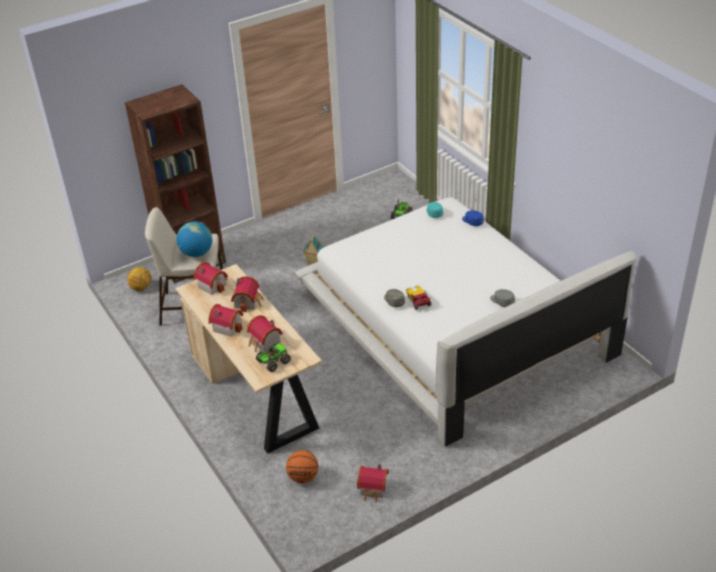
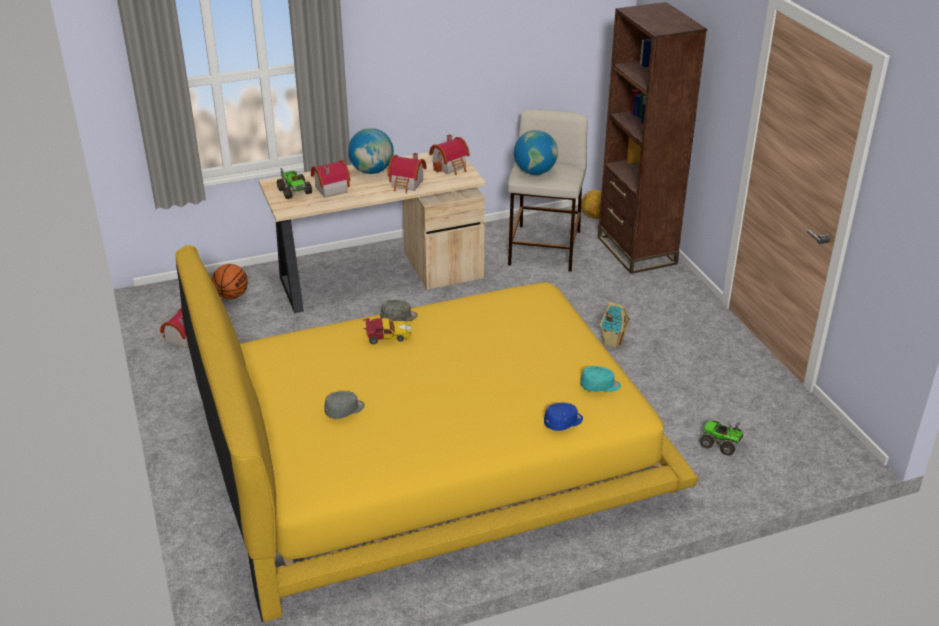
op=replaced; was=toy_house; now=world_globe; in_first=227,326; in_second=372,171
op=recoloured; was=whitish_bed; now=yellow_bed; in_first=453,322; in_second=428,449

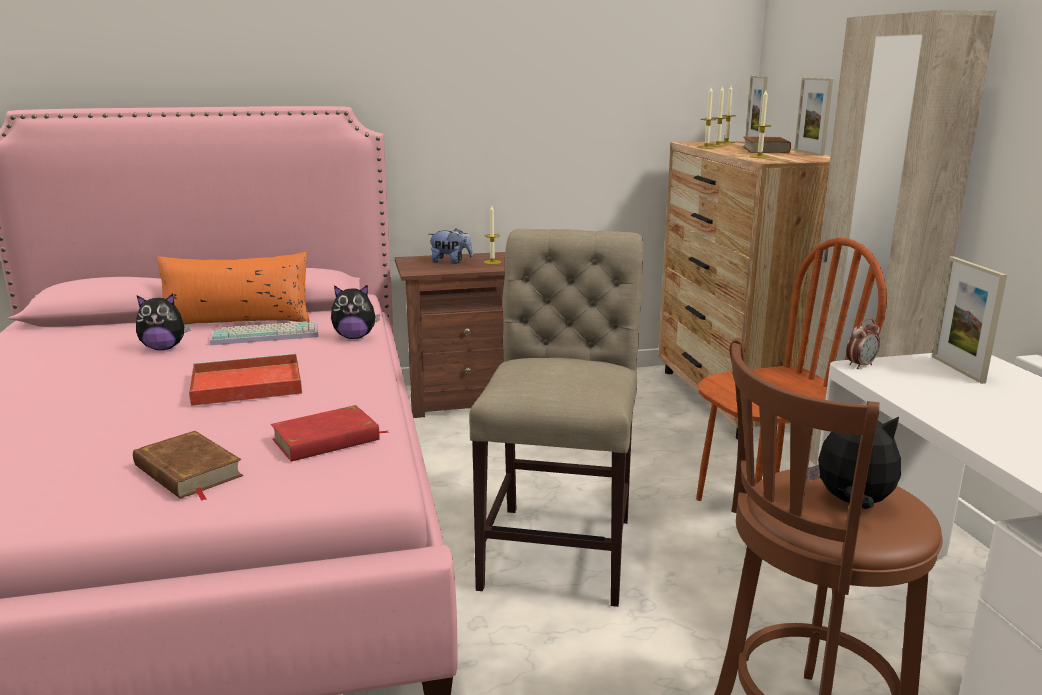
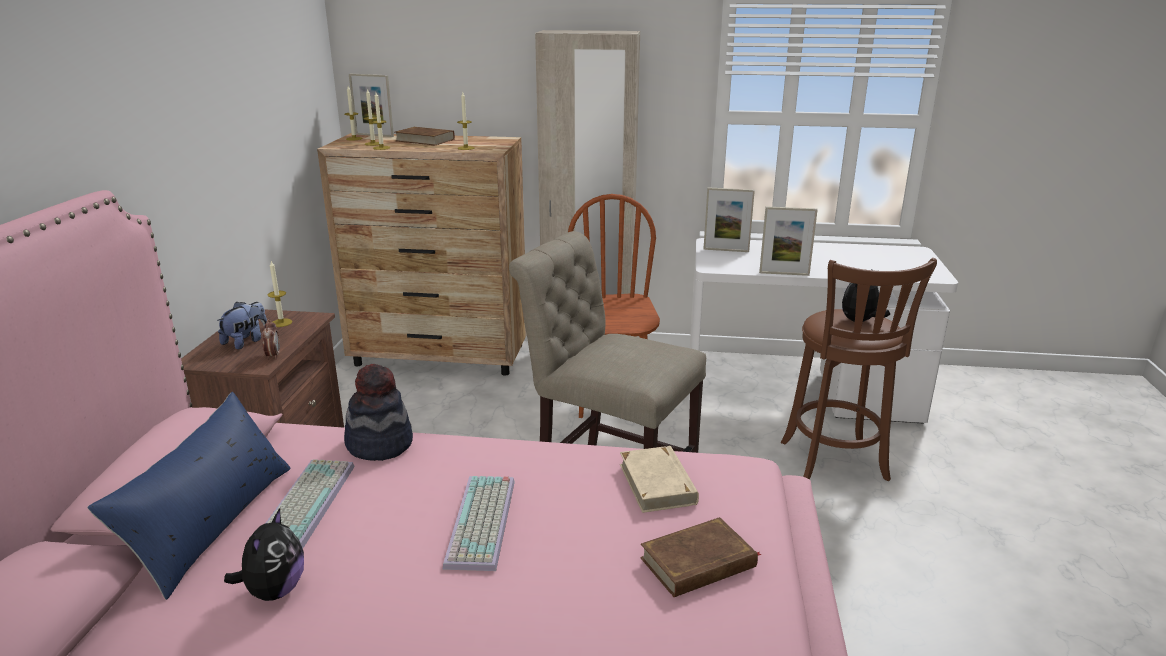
op=recoloured; was=orangey_pillow; now=blue-coloured_pillow; in_first=237,320; in_second=212,523
op=replaced; was=reddish_serving_tray; now=computer_keyboard; in_first=244,385; in_second=483,523
op=recoloured; was=reddish_bound_book; now=beige-coloured_bound_book; in_first=326,440; in_second=657,483
op=replaced; was=cuddly_toy; now=hat; in_first=355,337; in_second=379,444
op=moved; was=picture_frame; in_first=808,153; in_second=784,273
op=moved; was=table_clock; in_first=860,365; in_second=273,356

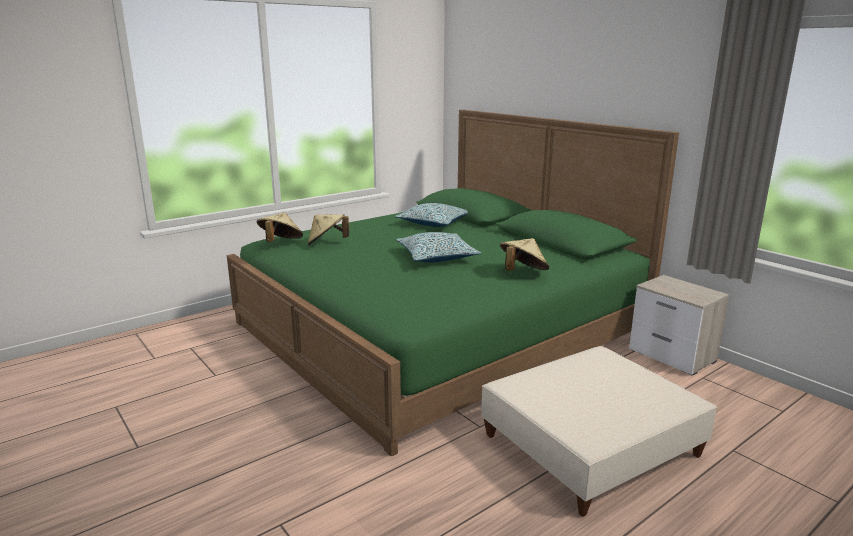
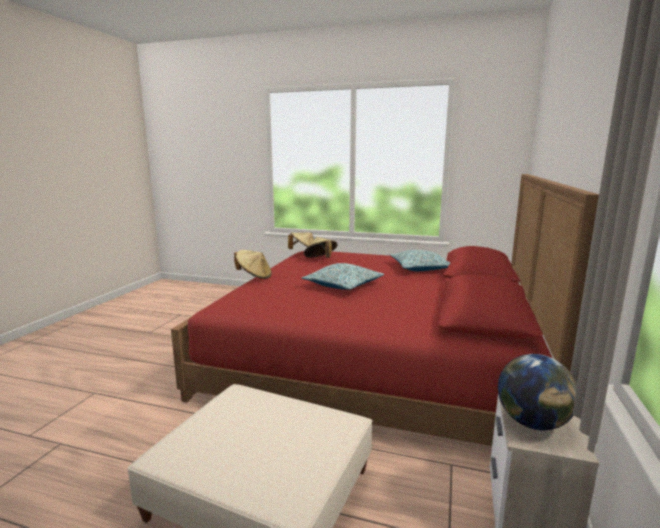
op=recoloured; was=greenish_bed; now=reddish_bed; in_first=438,328; in_second=376,356
op=moved; was=beige-coloured_hat; in_first=522,272; in_second=254,276
op=added; now=world_globe; in_second=532,423

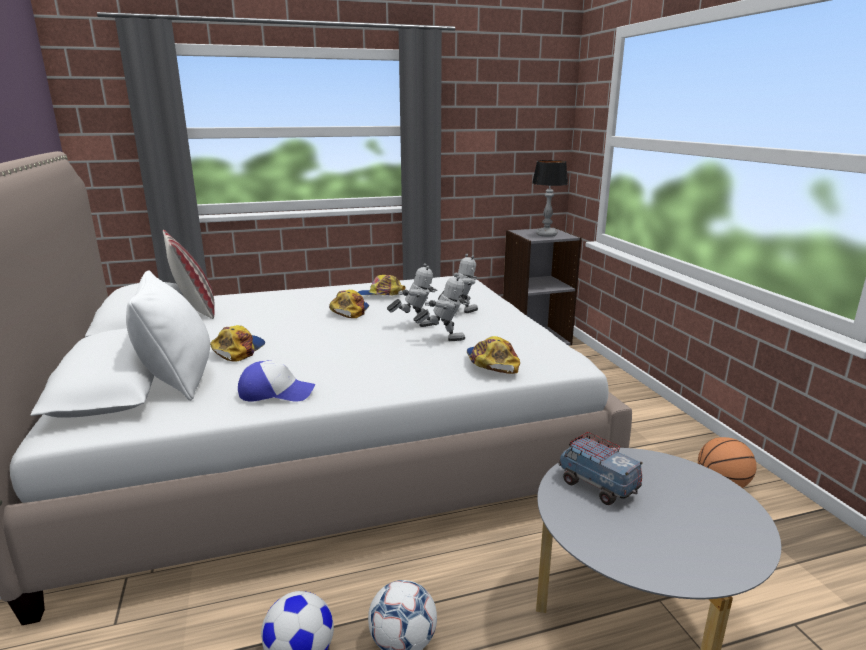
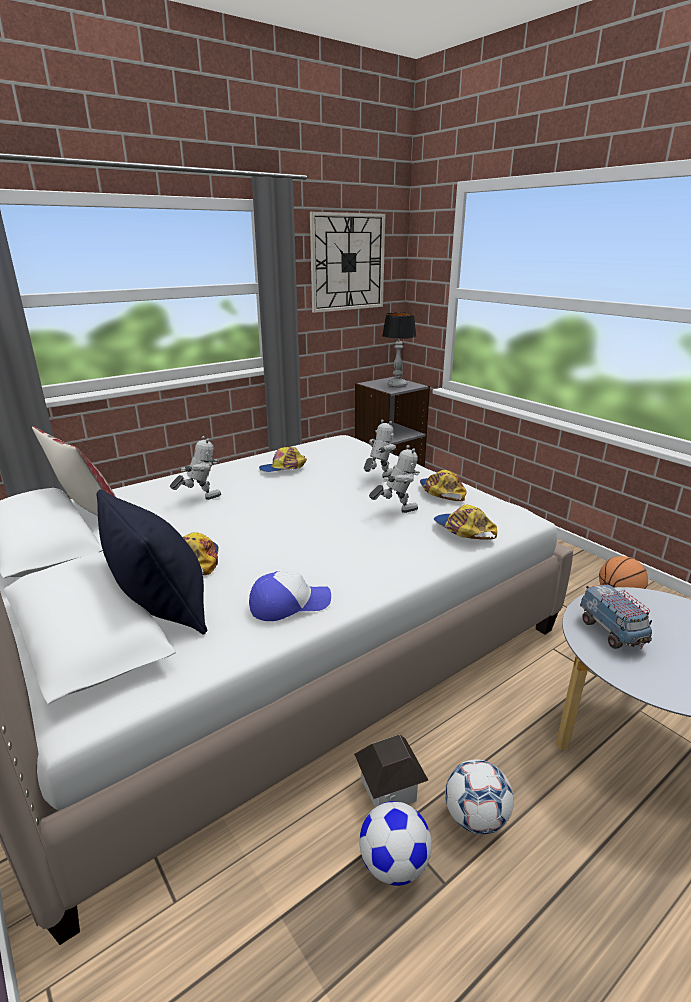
op=recoloured; was=whitish_pillow; now=blackish_pillow; in_first=178,379; in_second=162,609
op=moved; was=cap; in_first=349,310; in_second=441,492
op=moved; was=robot_figure; in_first=414,325; in_second=200,498
op=turned; was=toy_truck; in_first=597,486; in_second=611,632; clockwise=-135
op=added; now=wall_clock; in_second=347,262
op=added; now=toy_house; in_second=389,789

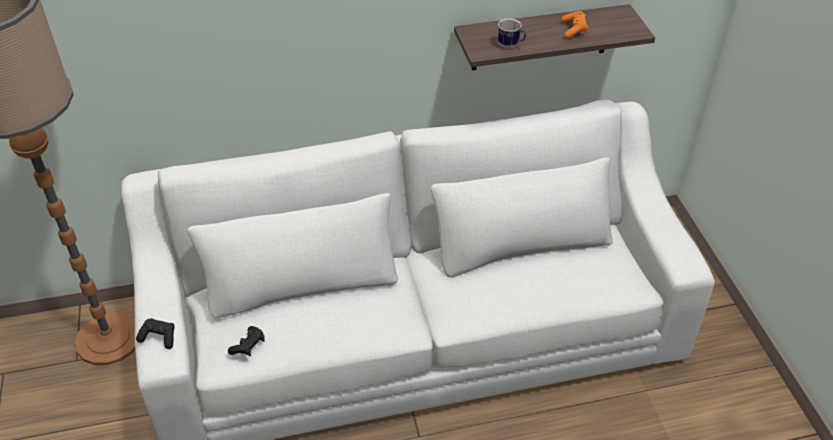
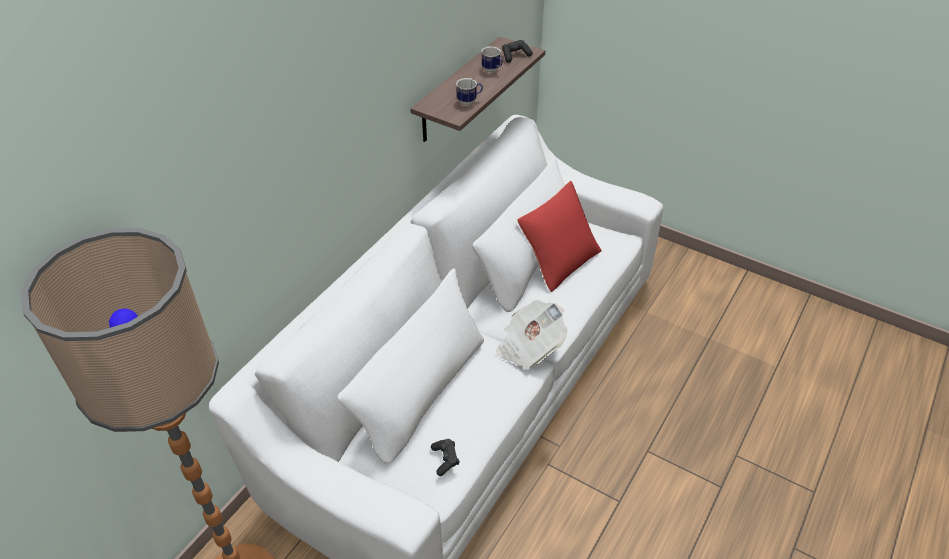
op=moved; was=blackish_joypad; in_first=159,337; in_second=515,56
op=replaced; was=orangey_joypad; now=mug; in_first=573,30; in_second=492,70
op=added; now=daily_paper; in_second=529,346
op=added; now=reddish_pillow; in_second=558,260

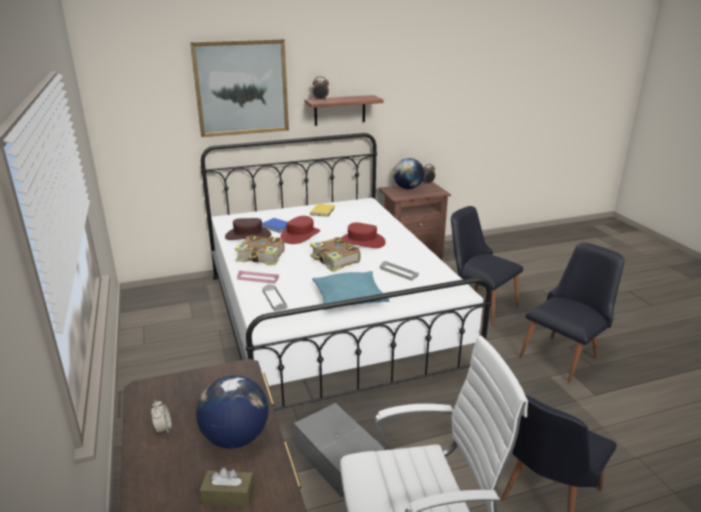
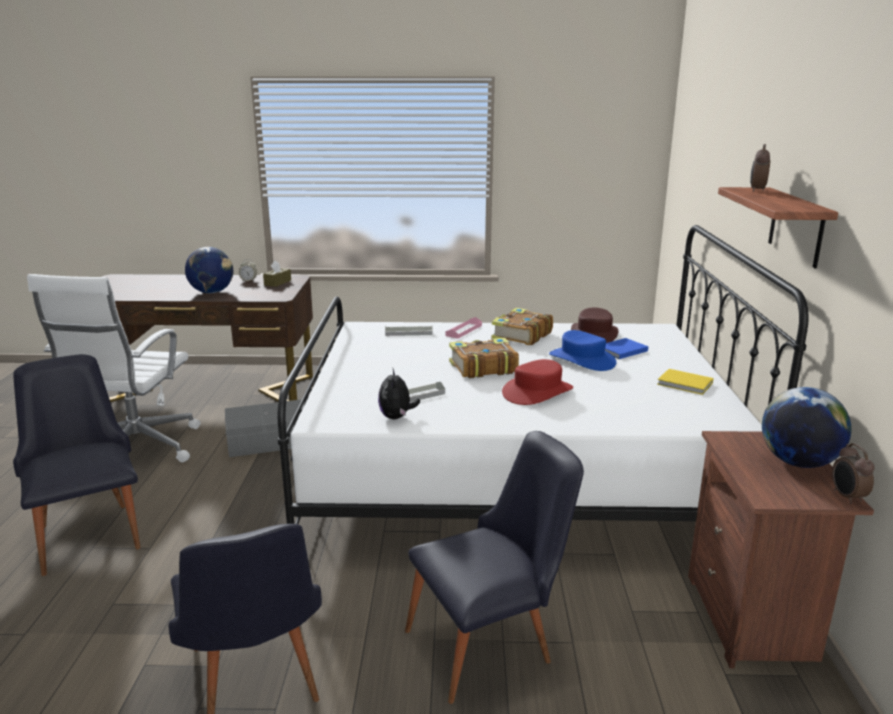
op=removed; was=wall_picture; in_first=241,88
op=moved; was=brown_tissue_box; in_first=228,496; in_second=277,282
op=recoloured; was=reddish_hat; now=blue-coloured_hat; in_first=300,235; in_second=582,359
op=removed; was=turquoise_pillow; in_first=349,298
op=added; now=cuddly_toy; in_second=397,417

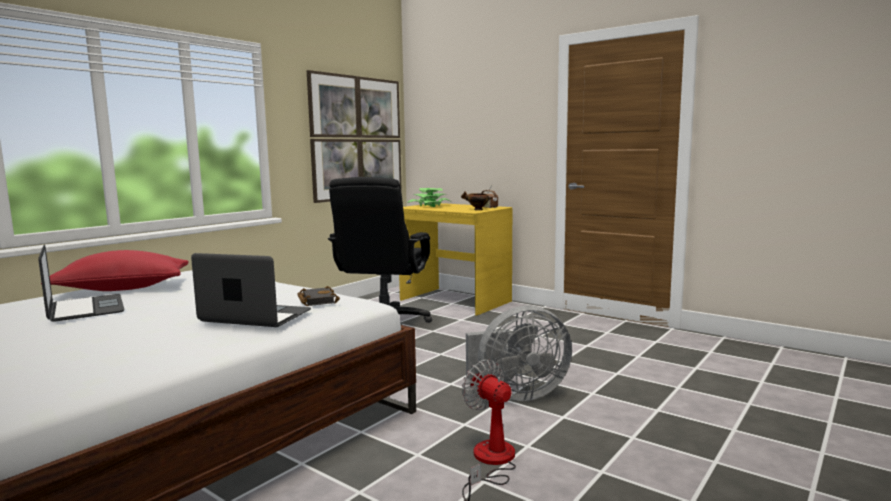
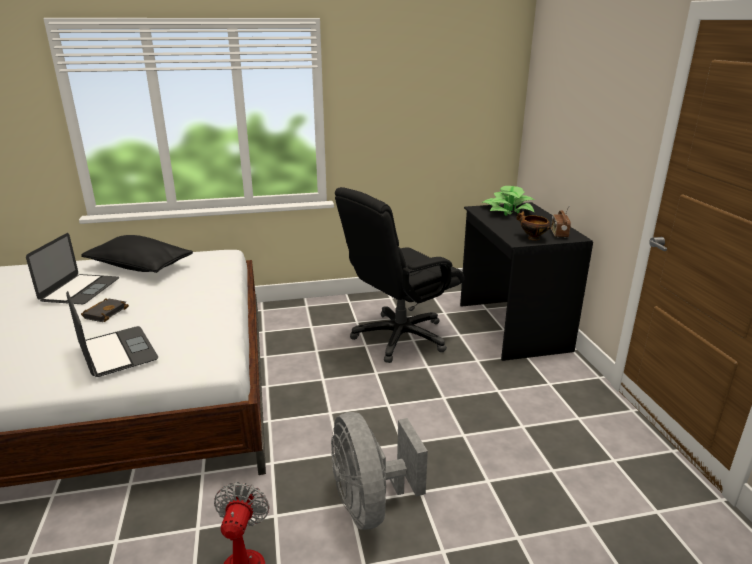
op=recoloured; was=reddish_pillow; now=blackish_pillow; in_first=122,289; in_second=140,267
op=moved; was=blackish_bound_book; in_first=316,300; in_second=105,312
op=removed; was=wall_picture; in_first=357,138
op=recoloured; was=yellow_desk; now=blackish_desk; in_first=454,301; in_second=511,327
op=turned; was=gray_cooling_fan; in_first=516,394; in_second=370,504; clockwise=45

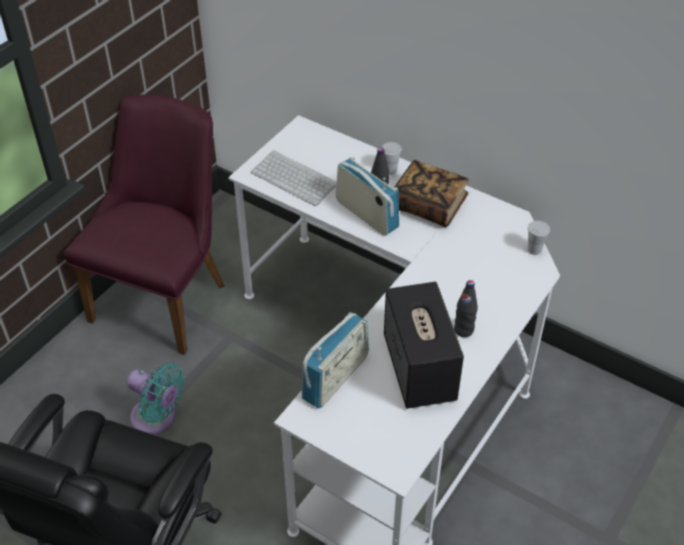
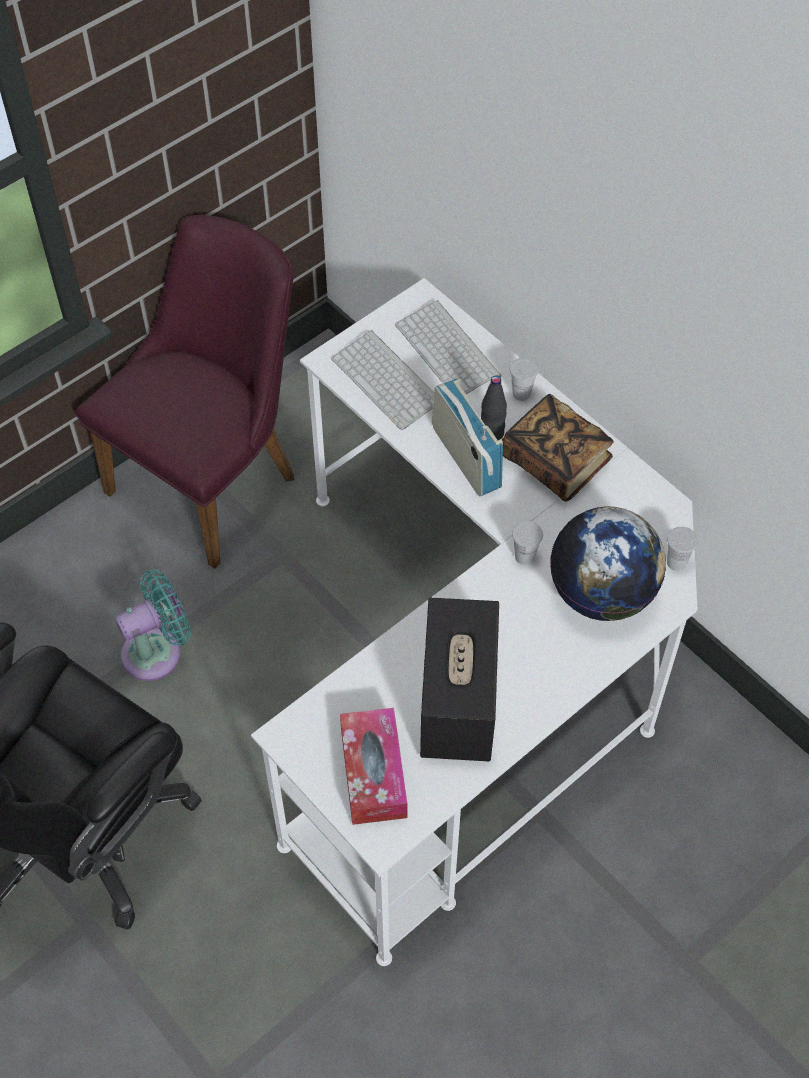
op=turned; was=turquoise_cooling_fan; in_first=157,419; in_second=157,651; clockwise=-75
op=removed; was=radio; in_first=335,377
op=removed; was=blackish_beverage_bottle; in_first=463,330
op=added; now=tissue_box; in_second=373,773
op=added; now=computer_keyboard; in_second=450,350
op=added; now=whitish_small_cup; in_second=524,557
op=added; now=world_globe; in_second=602,593

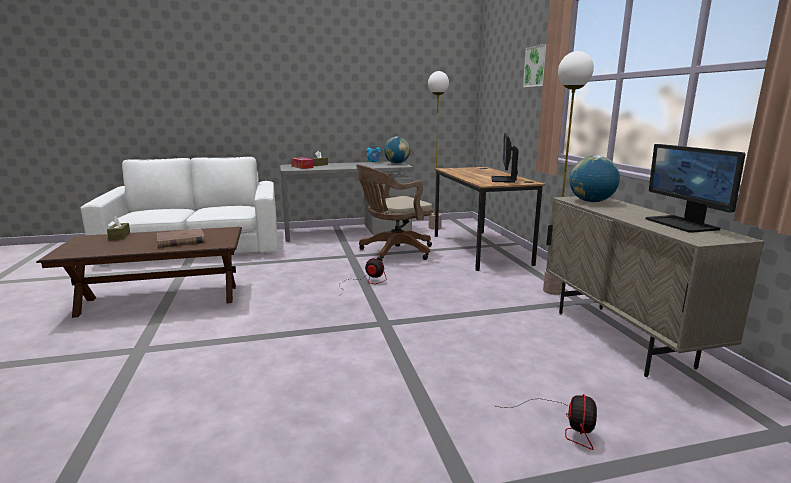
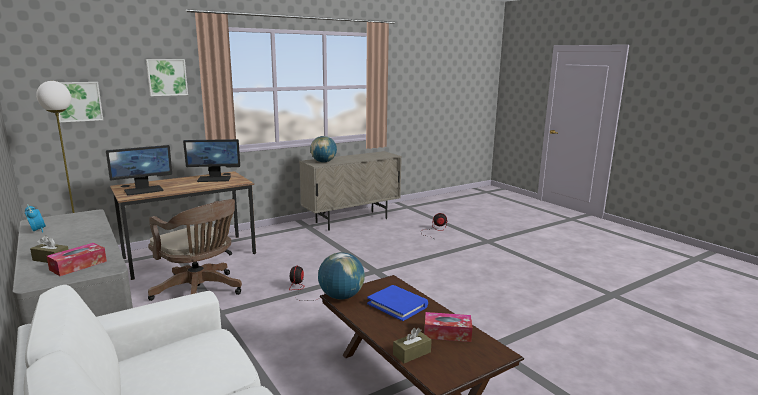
op=recoloured; was=brown_bound_book; now=blue-coloured_bound_book; in_first=181,241; in_second=397,305
op=moved; was=world_globe; in_first=397,163; in_second=341,296
op=removed; was=standard_lamp; in_first=553,291
op=moved; was=computer_screen; in_first=682,224; in_second=144,190
op=added; now=wall_picture; in_second=78,101
op=added; now=tissue_box; in_second=447,333

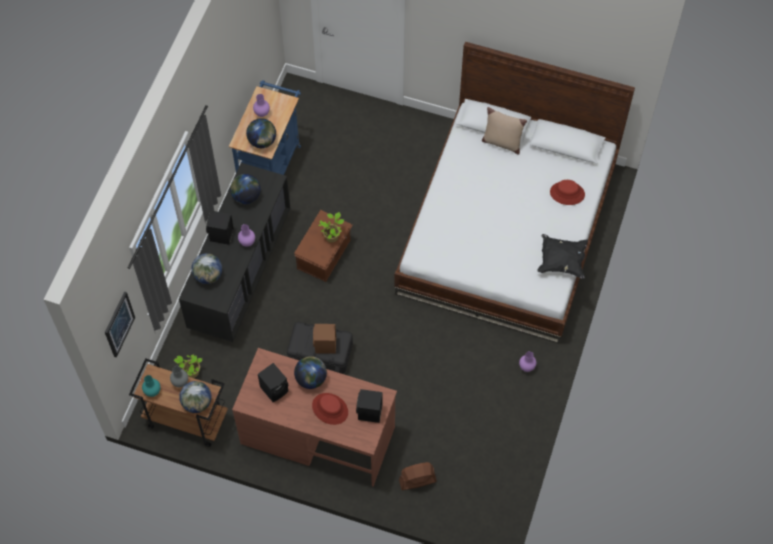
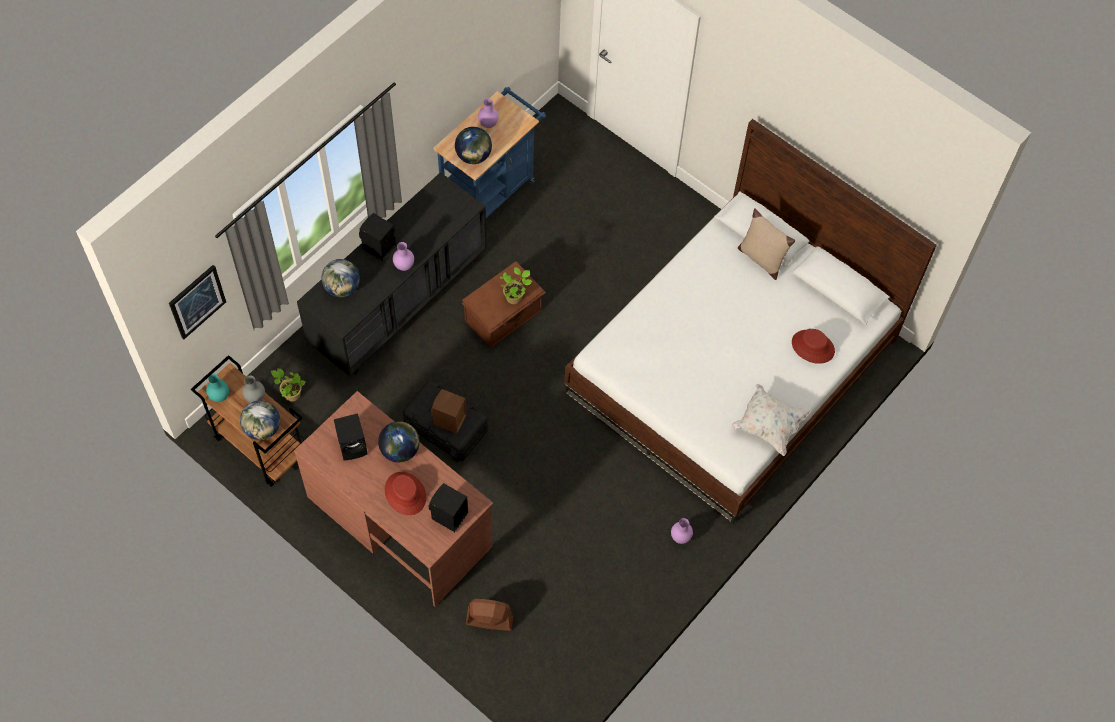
op=removed; was=world_globe; in_first=246,196
op=recoloured; was=blackish_pillow; now=whitish_pillow; in_first=561,261; in_second=768,425

